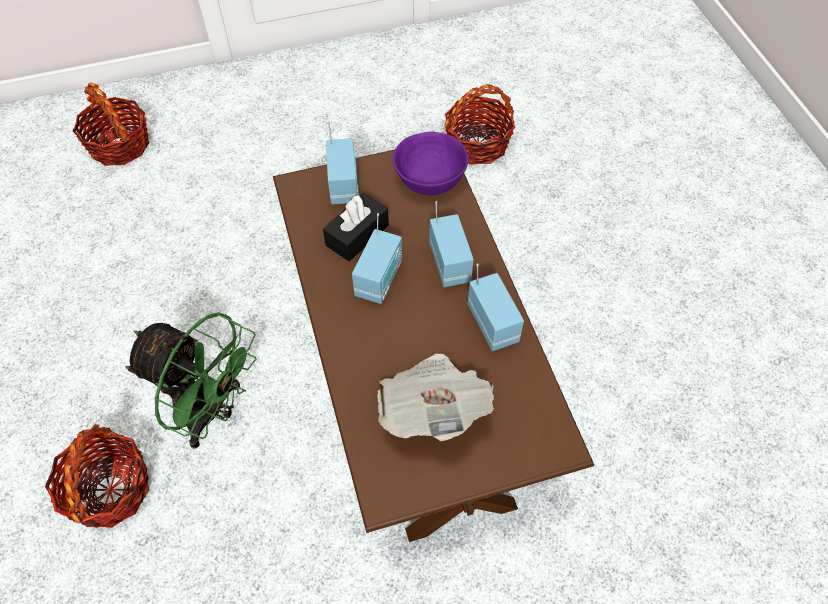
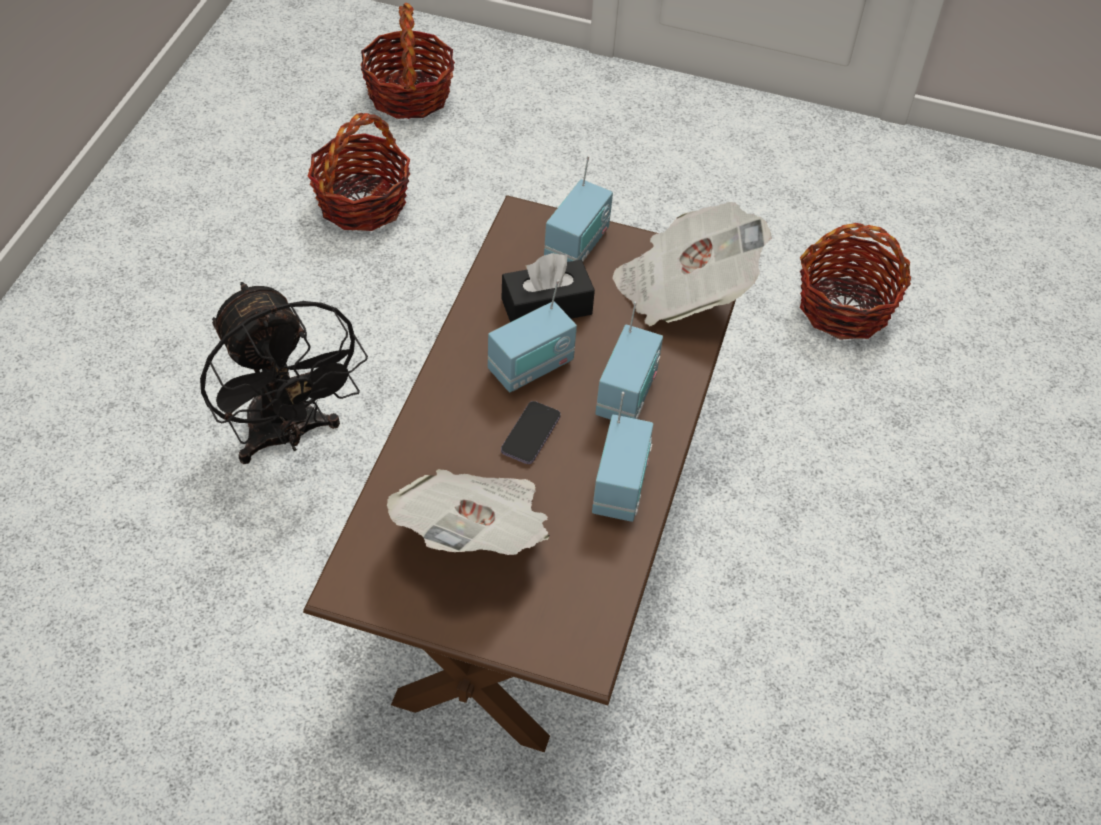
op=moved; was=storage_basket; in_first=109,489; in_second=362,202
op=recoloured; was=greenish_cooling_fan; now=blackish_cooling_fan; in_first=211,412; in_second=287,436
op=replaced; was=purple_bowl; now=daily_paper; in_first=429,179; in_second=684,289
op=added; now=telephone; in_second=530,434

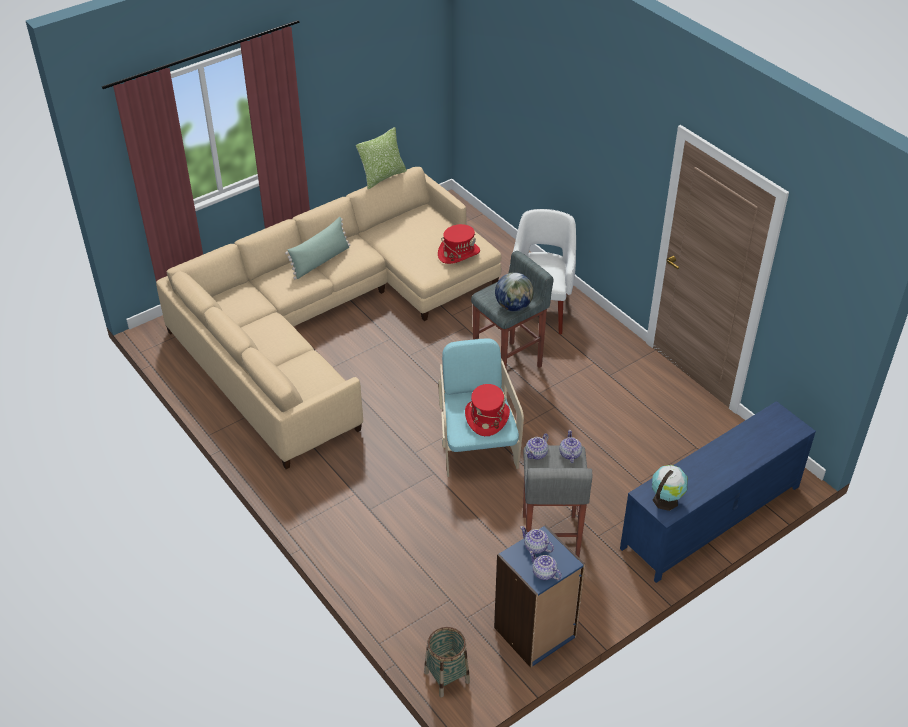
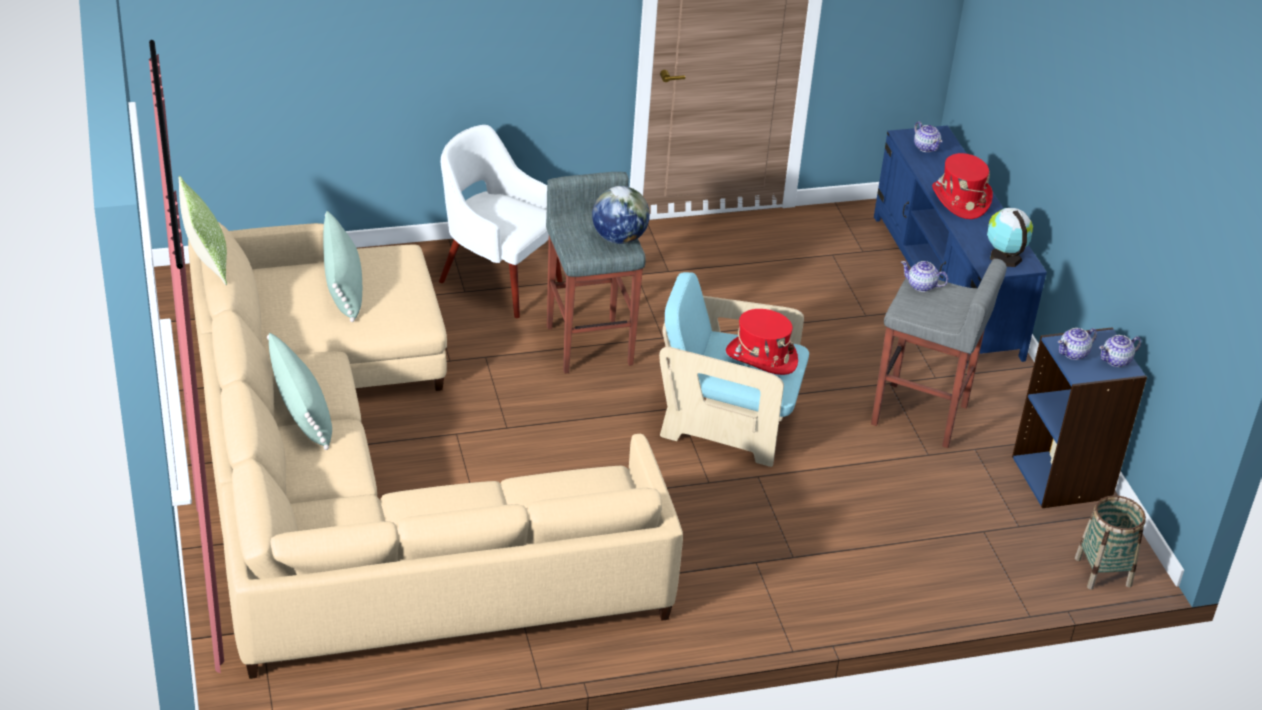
op=moved; was=reddish_hat; in_first=458,253; in_second=960,200
op=moved; was=pot_for_tea; in_first=537,454; in_second=926,147
op=added; now=greenish_pillow; in_second=343,286

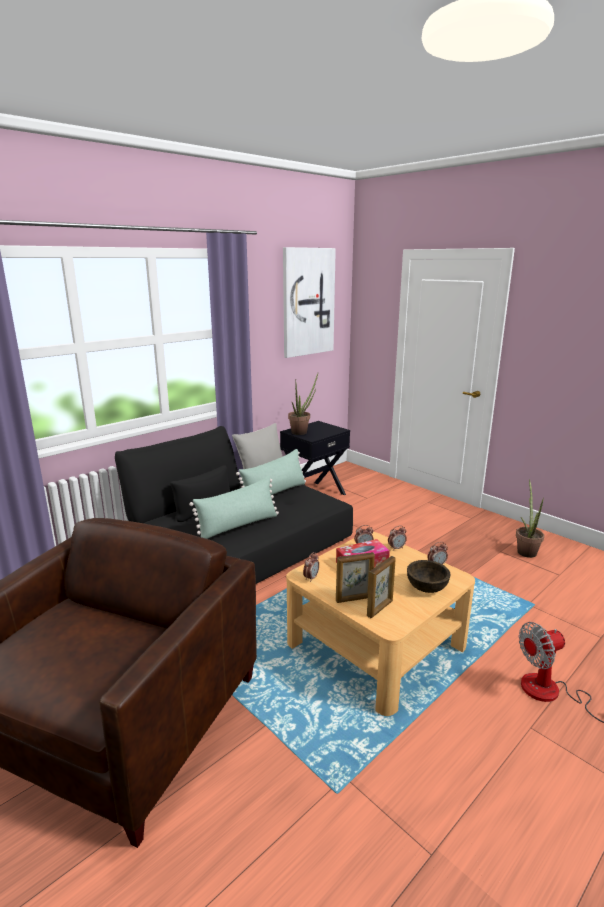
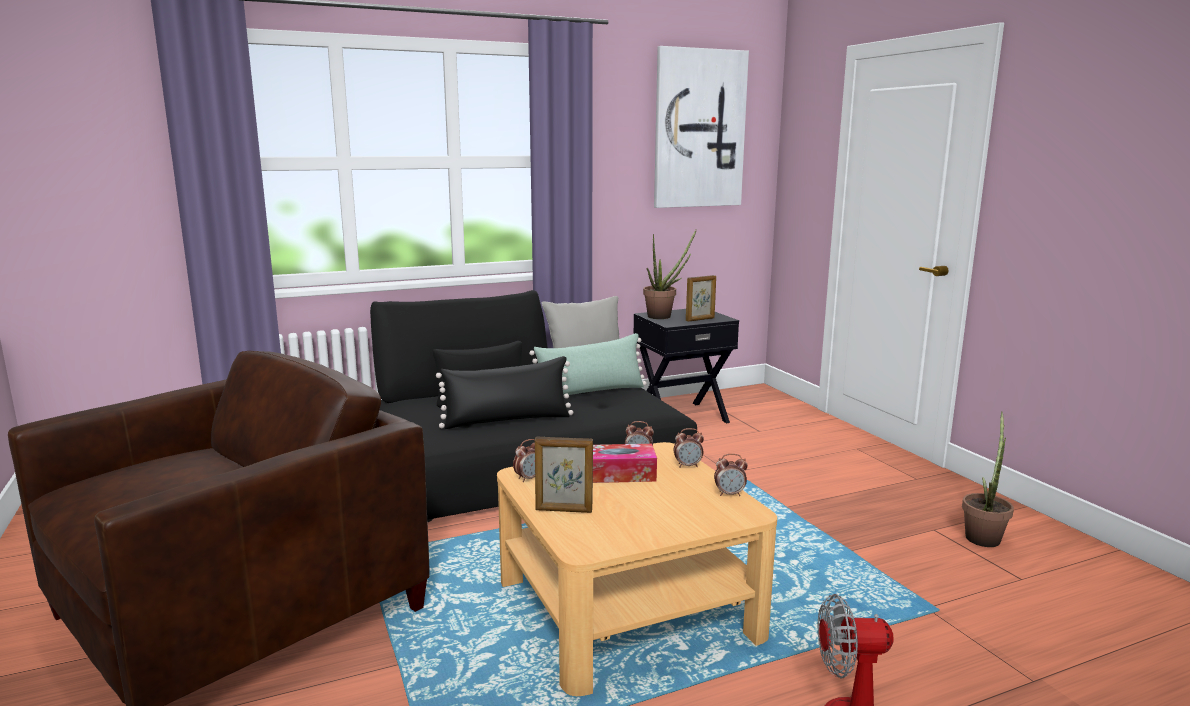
op=recoloured; was=greenish_pillow; now=blackish_pillow; in_first=238,526; in_second=507,420
op=moved; was=picture_frame; in_first=380,608; in_second=700,319
op=removed; was=brown_bowl; in_first=426,588

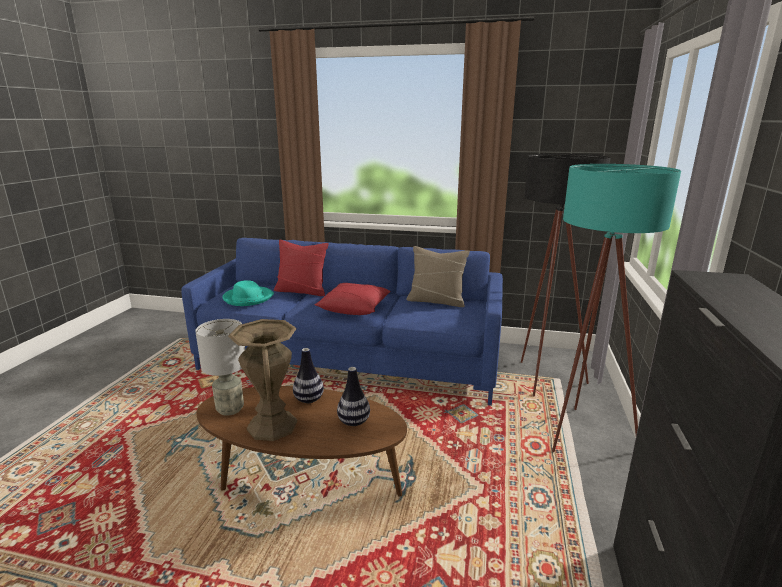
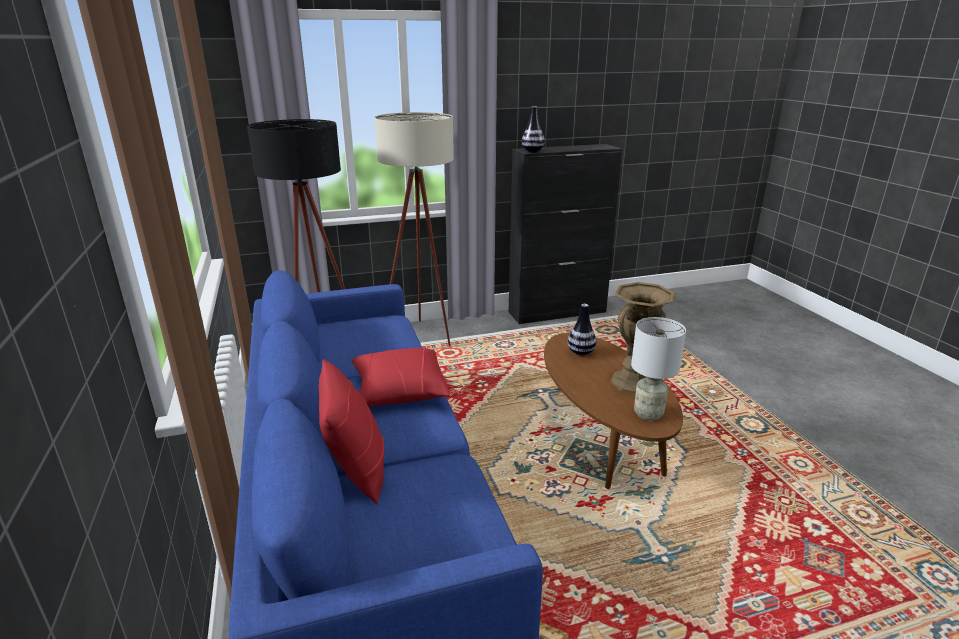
op=removed; was=turquoise_hat; in_first=248,298
op=moved; was=vase; in_first=309,400; in_second=532,151
op=removed; was=beige-coloured_pillow; in_first=436,301
op=recoloured; was=turquoise_standard_lamp; now=beige-coloured_standard_lamp; in_first=580,439; in_second=423,339

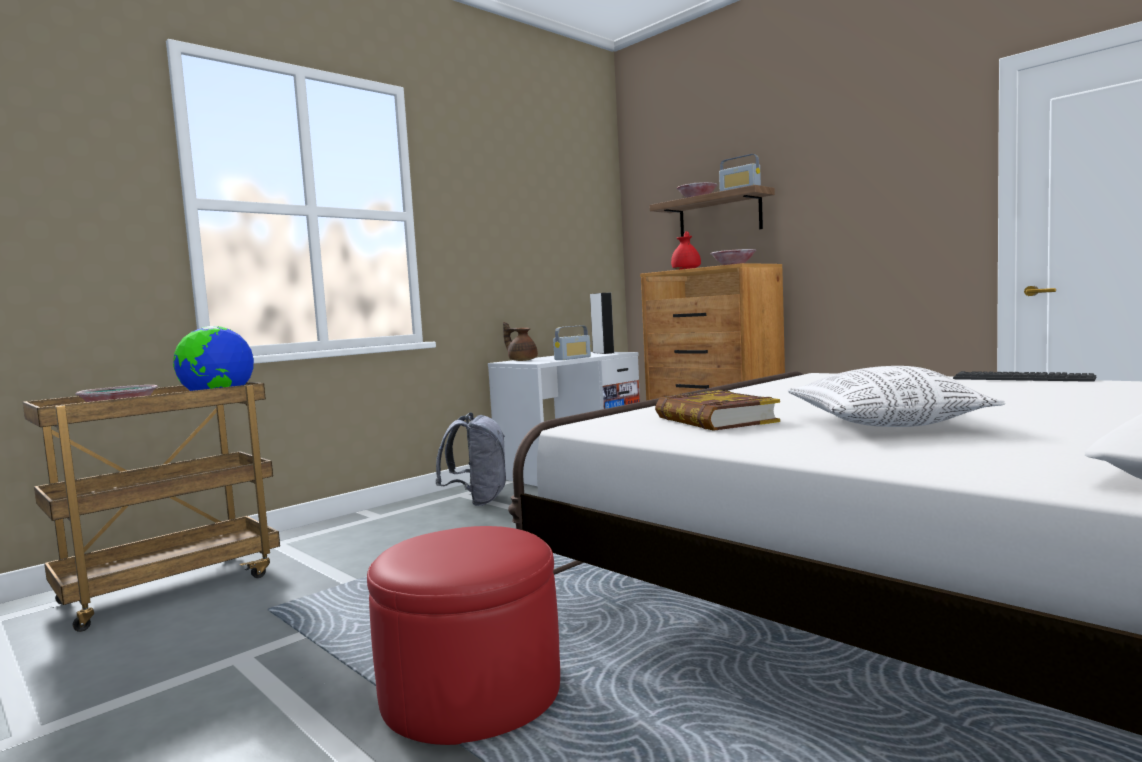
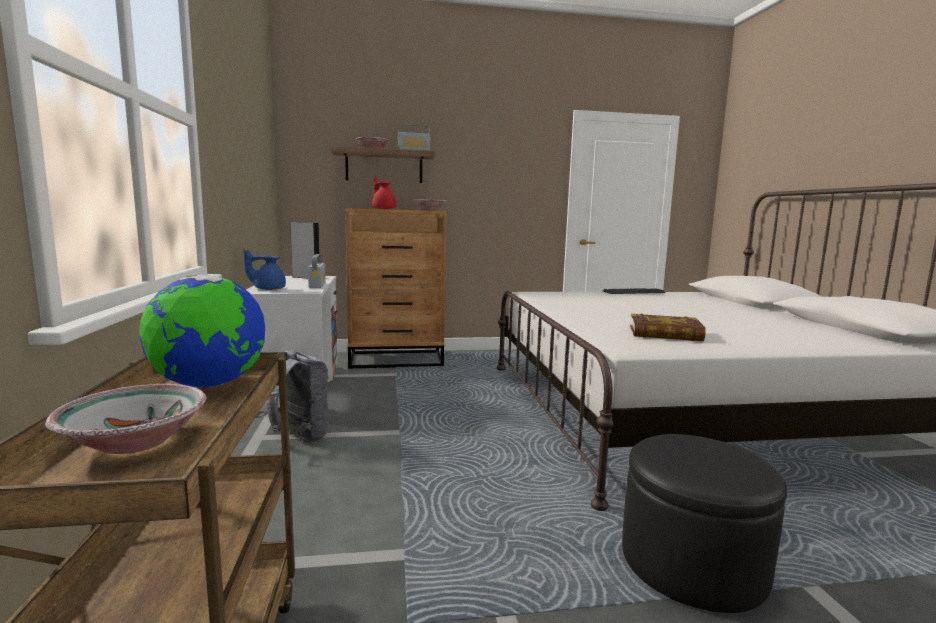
op=recoloured; was=reddish_footrest; now=blackish_footrest; in_first=471,691; in_second=692,562
op=recoloured; was=brown_pot_for_tea; now=blue-coloured_pot_for_tea; in_first=522,360; in_second=268,289
op=removed; was=pillow; in_first=883,424

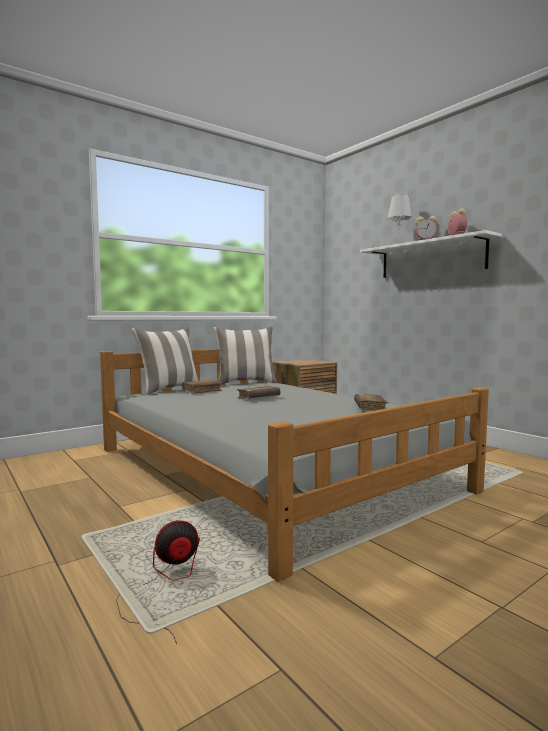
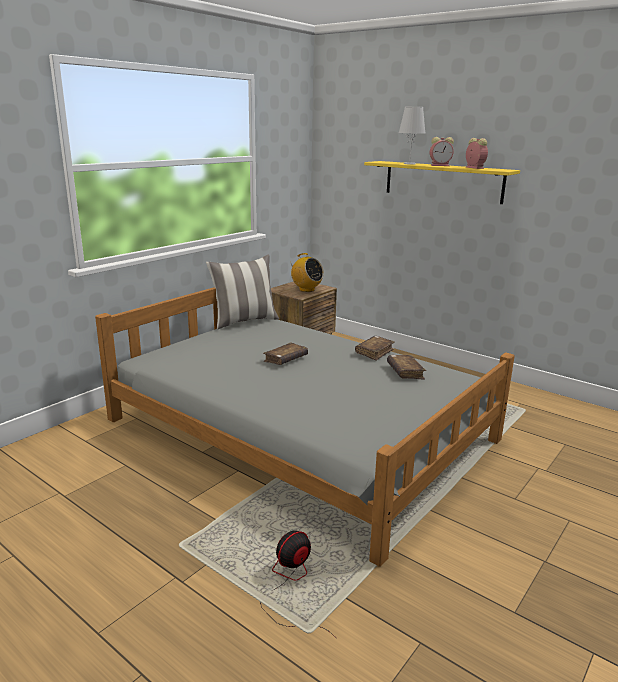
op=removed; was=pillow; in_first=169,390
op=moved; was=brown_bound_book; in_first=202,391; in_second=374,352
op=recoloured; was=whitish_shelf; now=yellow_shelf; in_first=431,258; in_second=443,181
op=added; now=radio; in_second=306,289

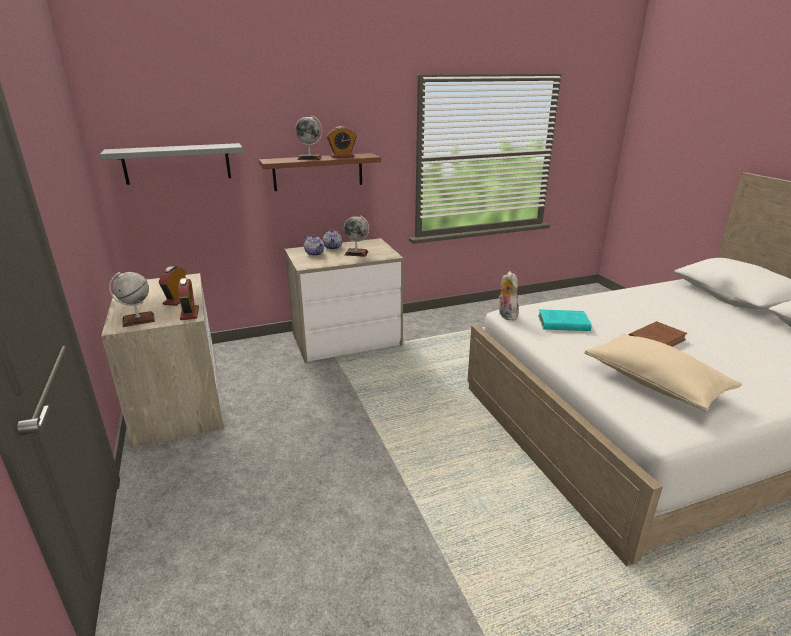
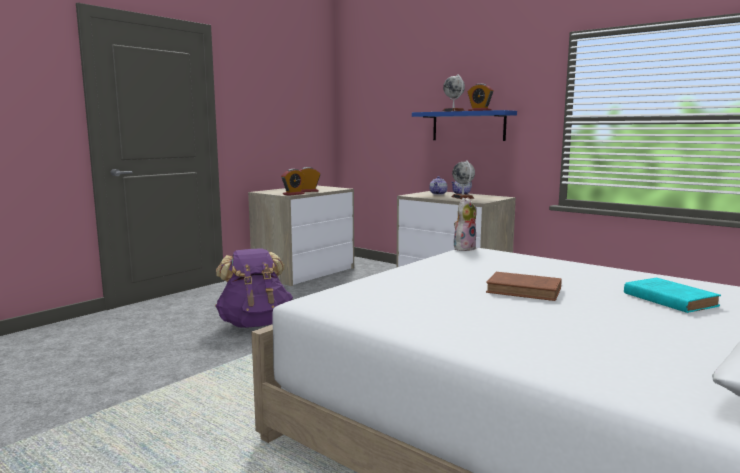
op=removed; was=gray_shelf; in_first=177,163
op=removed; was=world_globe; in_first=138,320
op=recoloured; was=brown_shelf; now=blue-coloured_shelf; in_first=318,172; in_second=468,126
op=moved; was=turquoise_bound_book; in_first=562,323; in_second=667,299
op=removed; was=beige-coloured_pillow; in_first=654,383
op=added; now=purple_knapsack; in_second=255,324

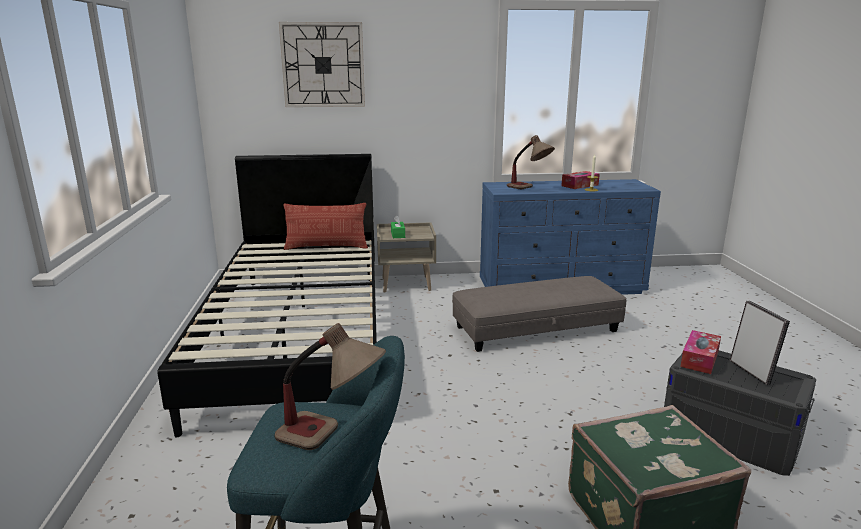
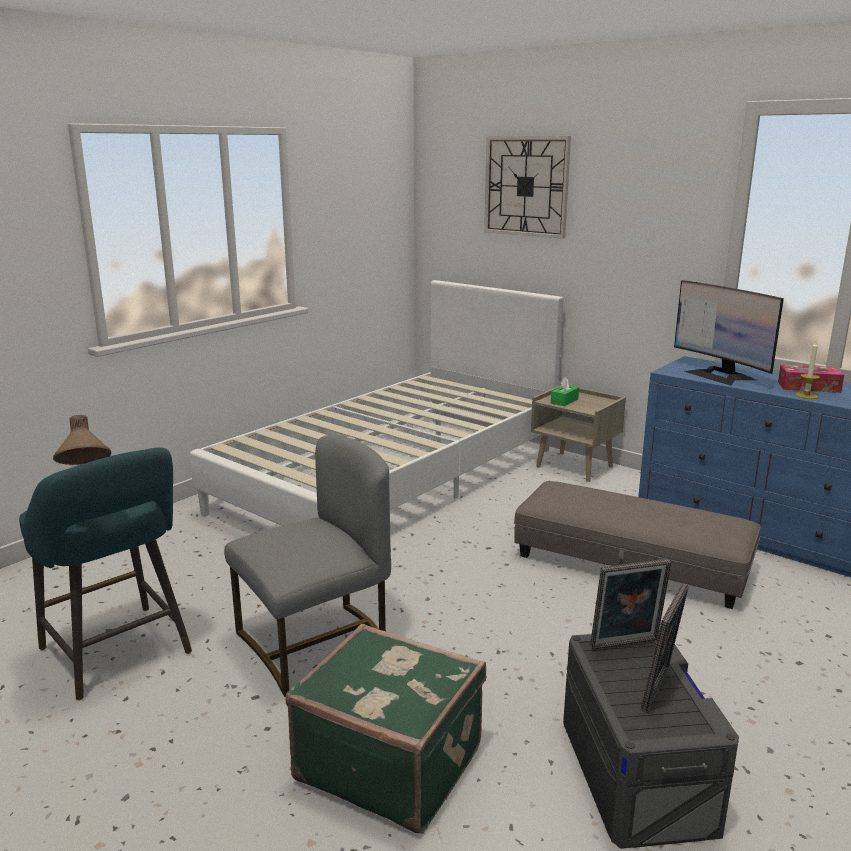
op=recoloured; was=blackish_bed; now=whitish_bed; in_first=299,336; in_second=393,479
op=removed; was=pillow; in_first=326,247
op=replaced; was=tabletop_lamp; now=computer_screen; in_first=529,188; in_second=720,375
op=replaced; was=tissue_box; now=picture_frame; in_first=699,359; in_second=626,645
op=added; now=gray_upright_chair; in_second=315,643

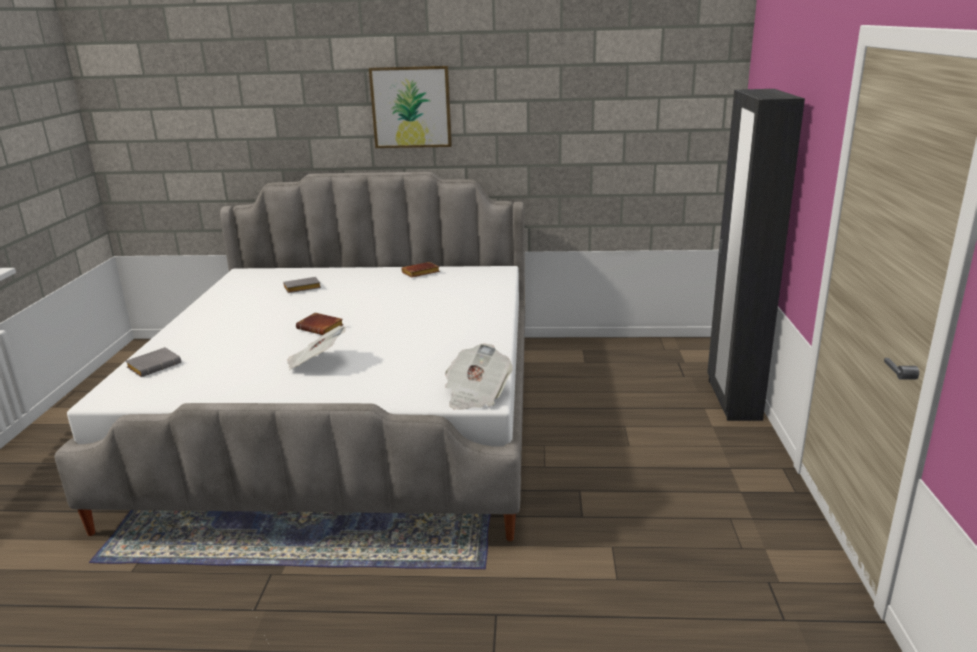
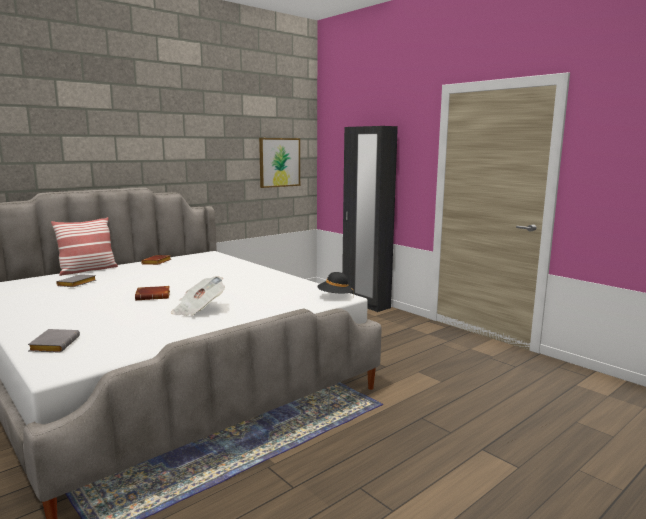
op=moved; was=wall_picture; in_first=411,107; in_second=279,162
op=replaced; was=daily_paper; now=blackish_hat; in_first=476,394; in_second=335,297
op=added; now=pillow; in_second=87,270

